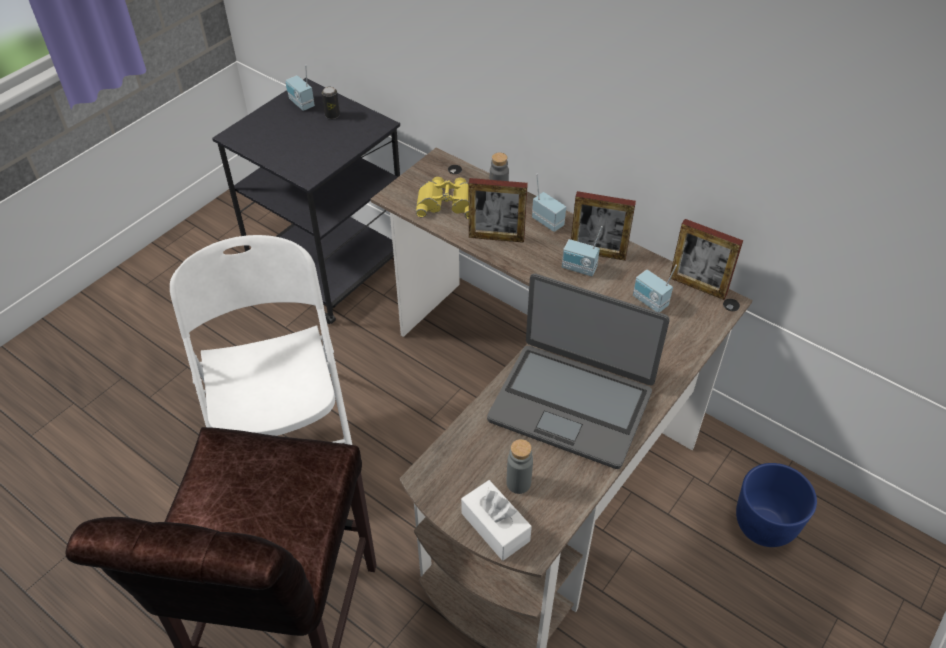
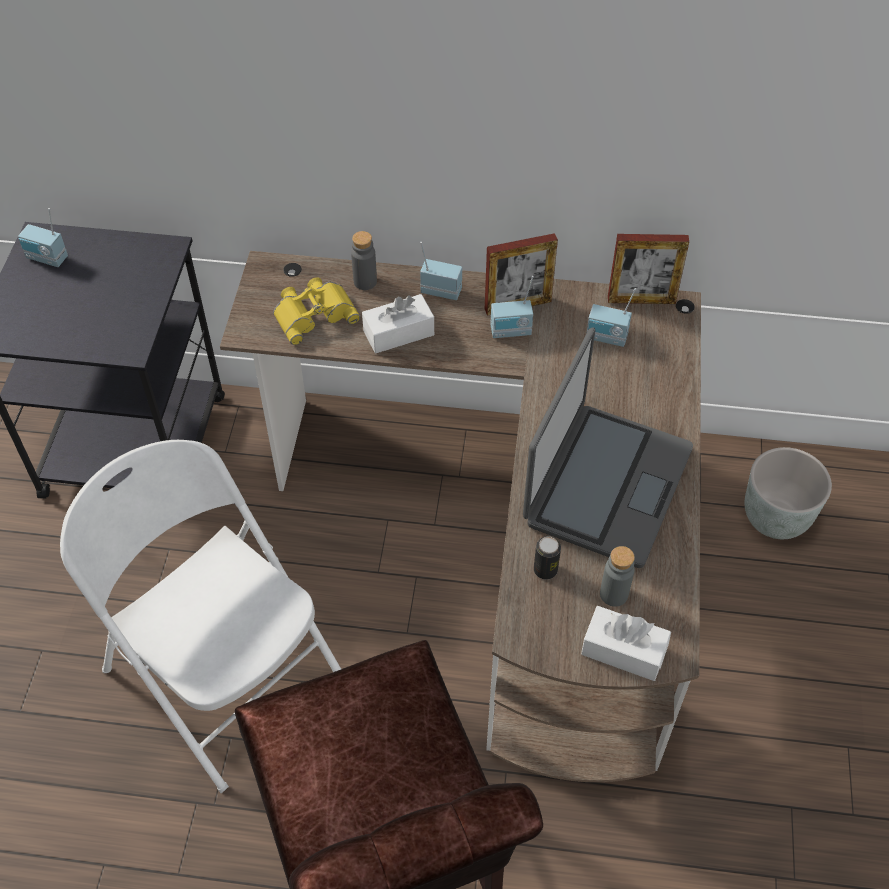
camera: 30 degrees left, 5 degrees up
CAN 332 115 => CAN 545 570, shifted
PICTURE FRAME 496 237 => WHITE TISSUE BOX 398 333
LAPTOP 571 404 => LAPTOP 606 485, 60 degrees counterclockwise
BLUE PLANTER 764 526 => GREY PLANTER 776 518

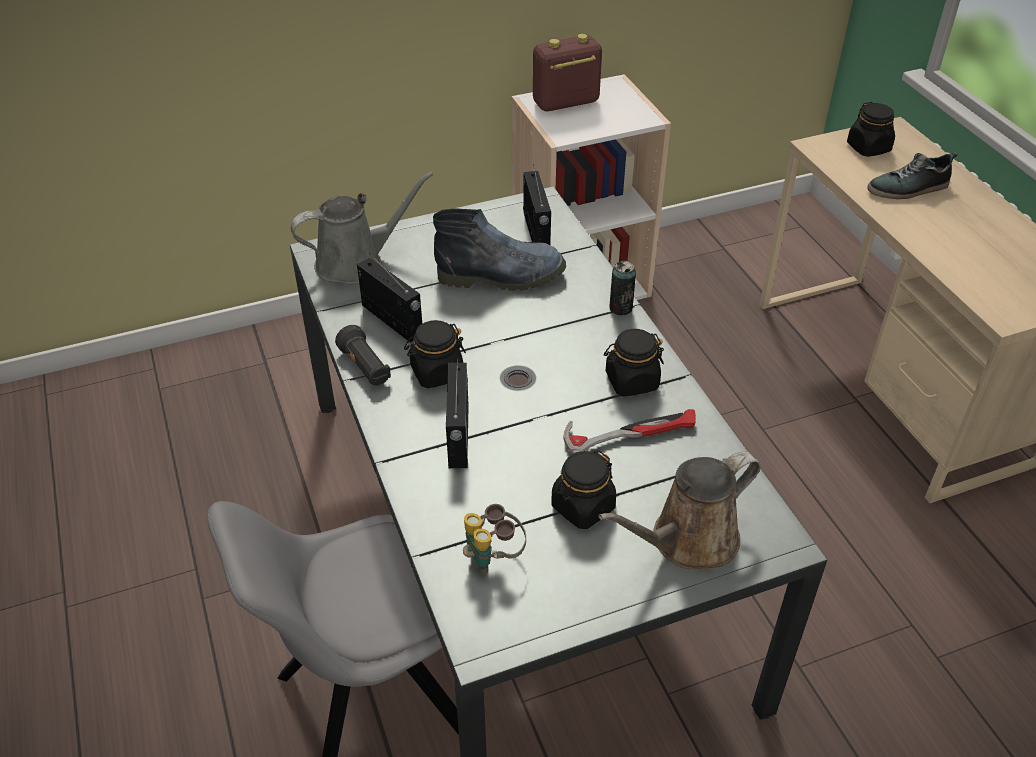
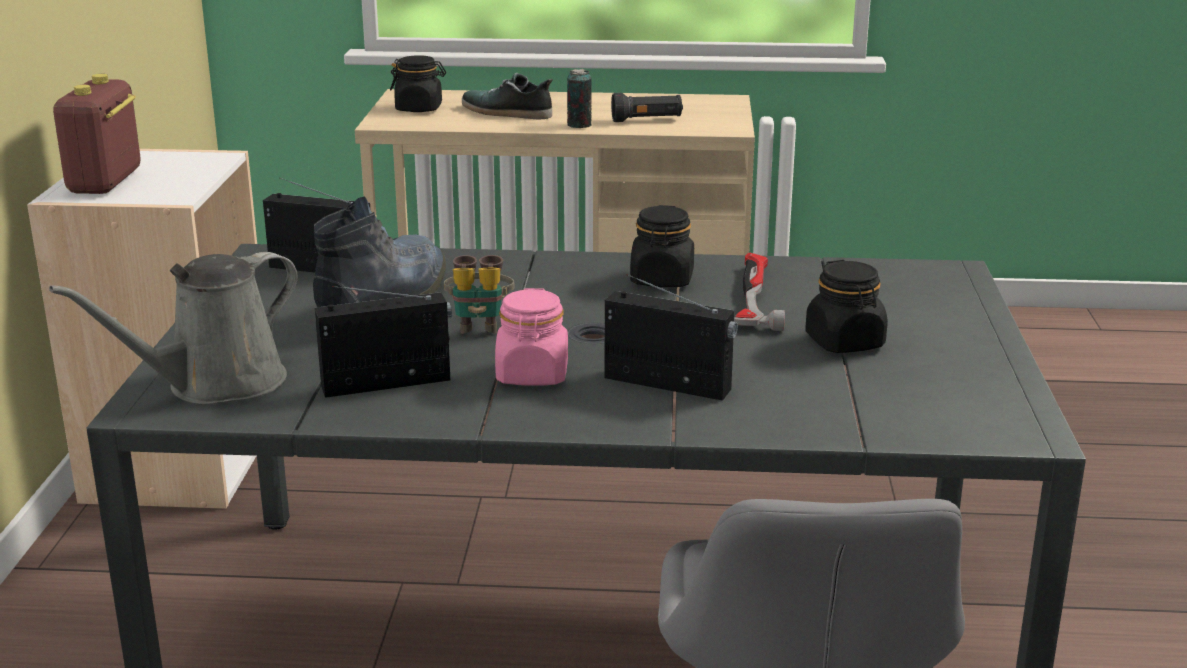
camera: 65 degrees left, 20 degrees down
SHOE 908 188 => SHOE 506 112, 105 degrees clockwise
GREY WATERING CAN 356 262 => GREY WATERING CAN 216 385, 135 degrees counterclockwise
CAN 620 308 => CAN 579 125, shifted
BLACK JAR 436 372 => PINK JAR 532 375
BLACK FLASHLIGHT 365 367 => BLACK FLASHLIGHT 647 120, shifted
BROWN WATERING CAN 687 541 => nothing
BINOCULARS 493 557 => BINOCULARS 479 325, shifted

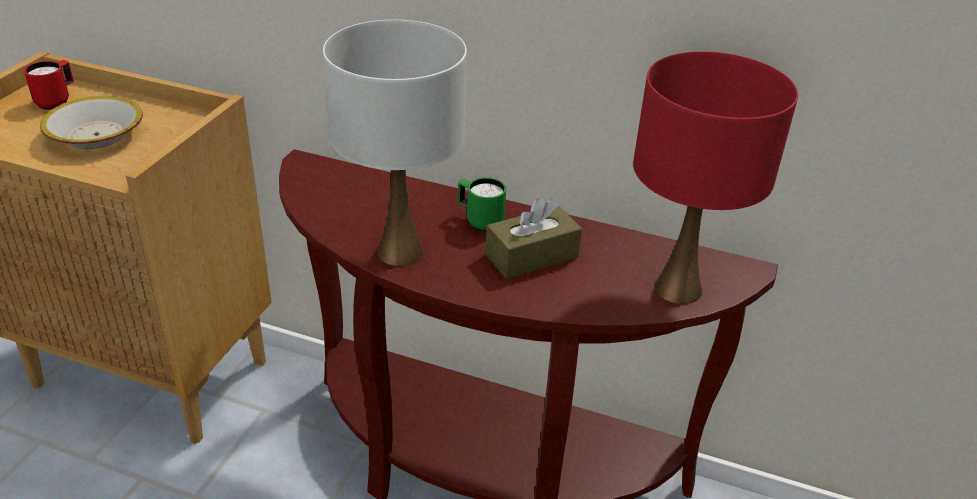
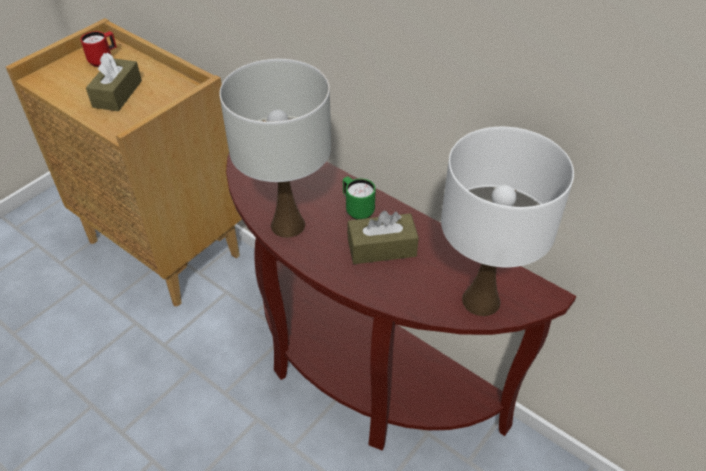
camera: 20 degrees right, 10 degrees up
RED TABLE LAMP 677 288 => WHITE TABLE LAMP 480 300
BOWL 96 136 => BROWN TISSUE BOX 117 94

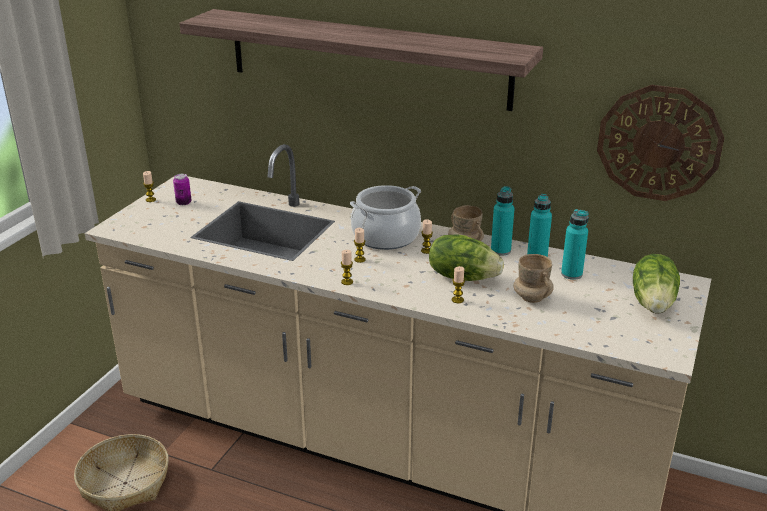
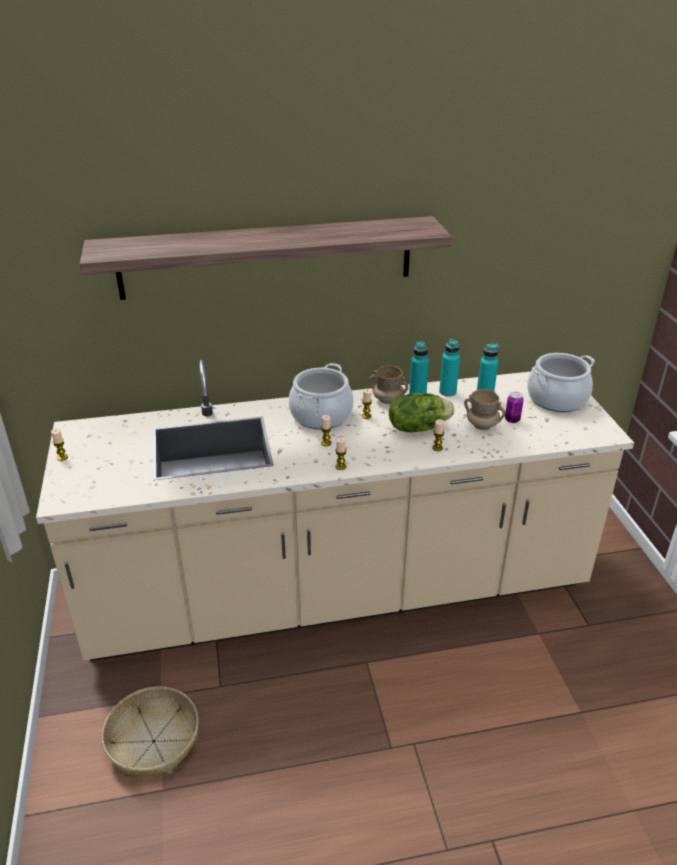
camera: 35 degrees left, 5 degrees up
WALL CLOCK 659 143 => nothing
CAN 183 202 => CAN 512 420, shifted
LETTUCE 653 303 => COOKING POT 556 399

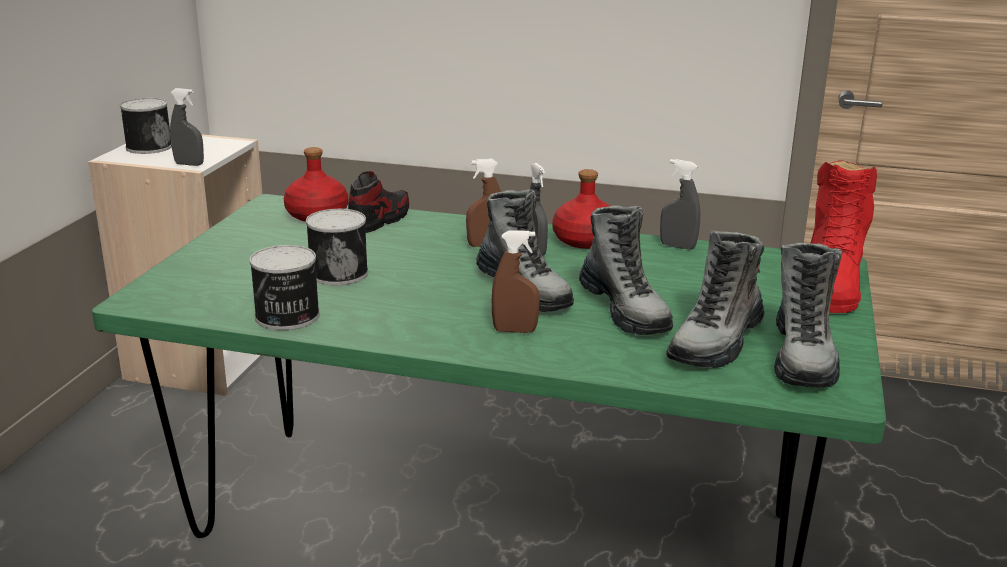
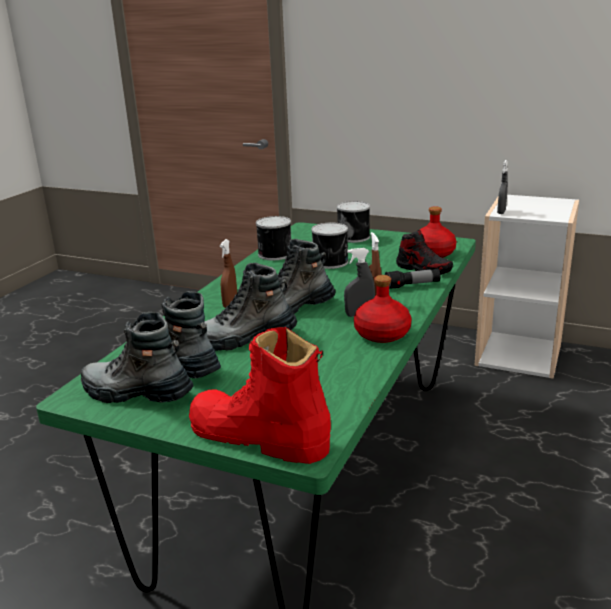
camera: 100 degrees right, 0 degrees up
CAN 148 147 => CAN 354 237, shifted
GREY SPRAY BOTTLE 677 246 => nothing
nothing => FLASHLIGHT 412 285

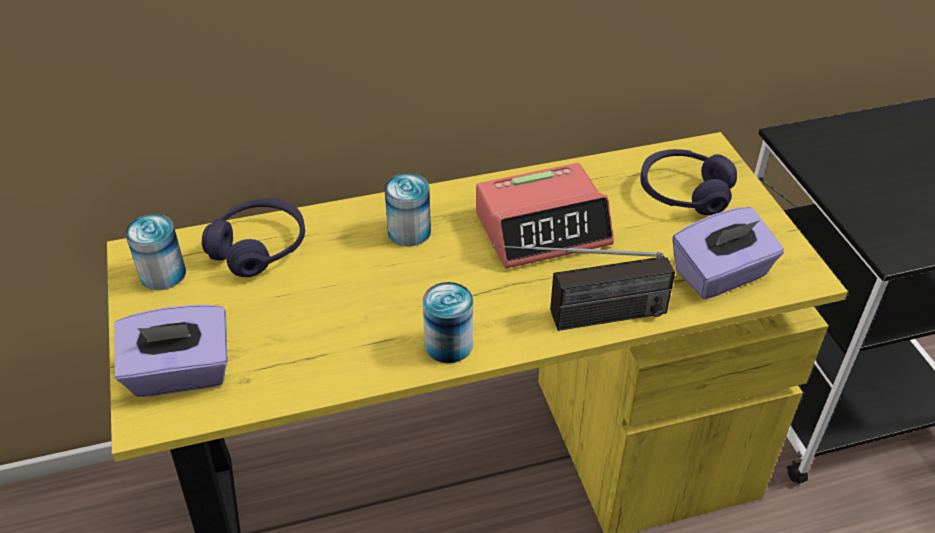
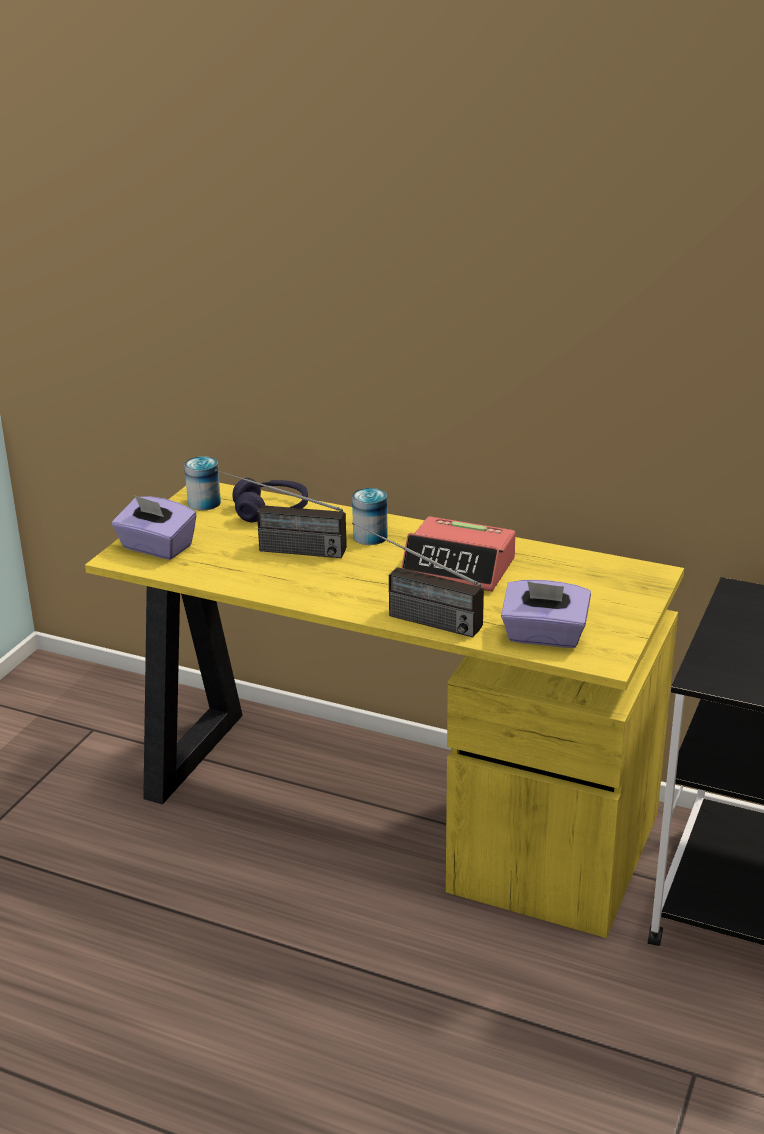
camera: 40 degrees right, 15 degrees down
PURPLE HEADPHONES 684 193 => nothing
CAN 448 344 => nothing
nothing => RADIO 279 549

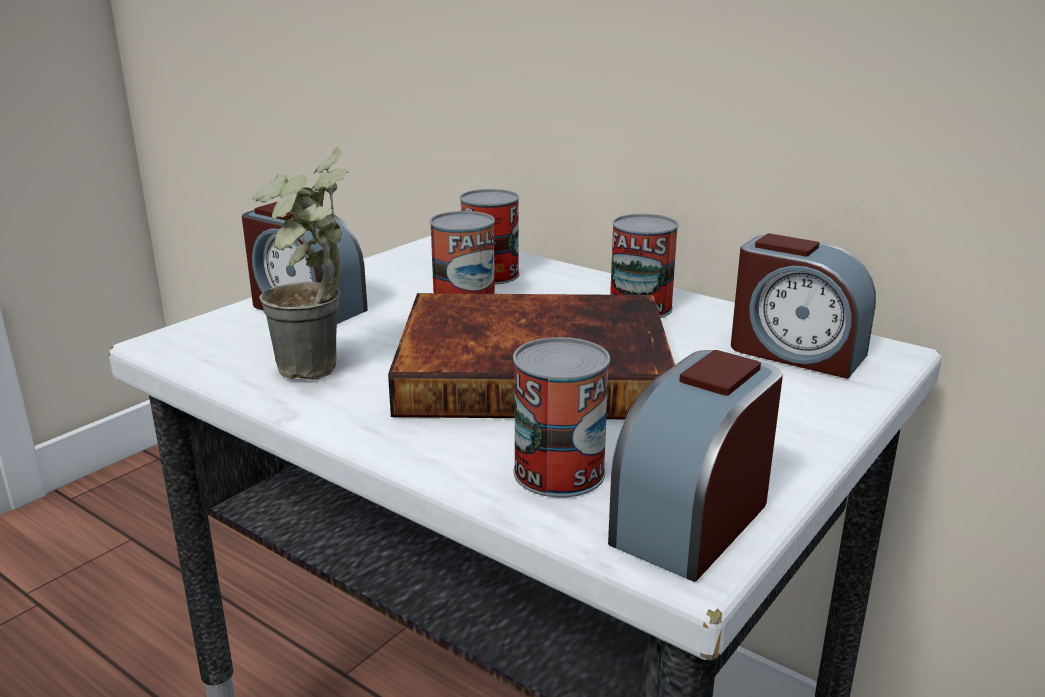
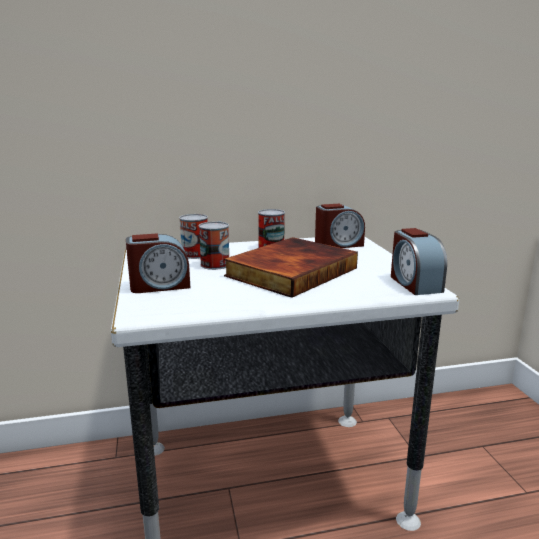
camera: 50 degrees left, 5 degrees down
POTTED PLANT 317 376 => nothing
CAN 559 472 => nothing

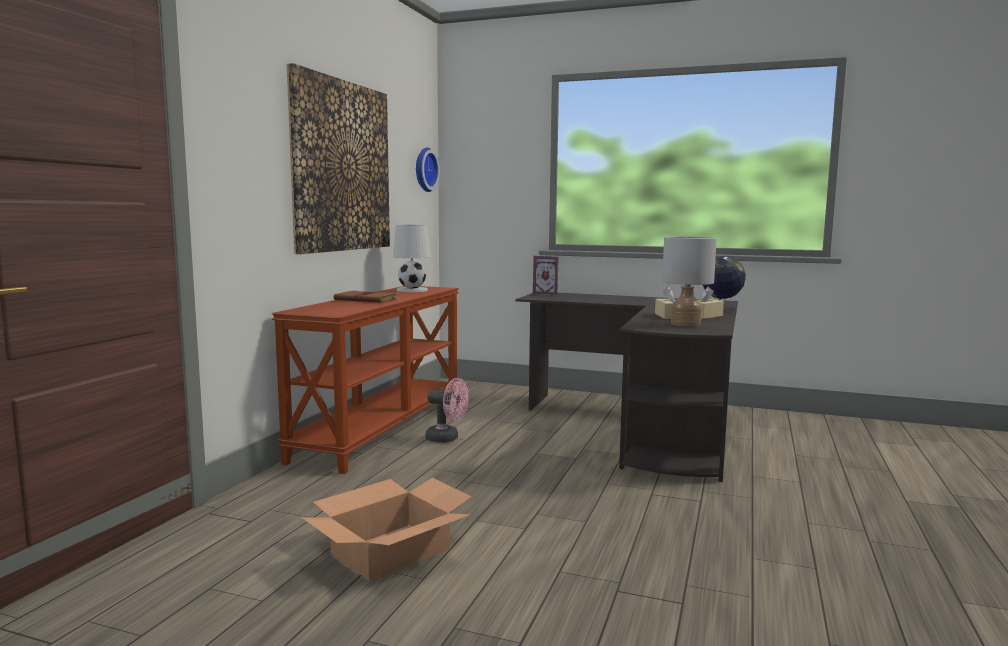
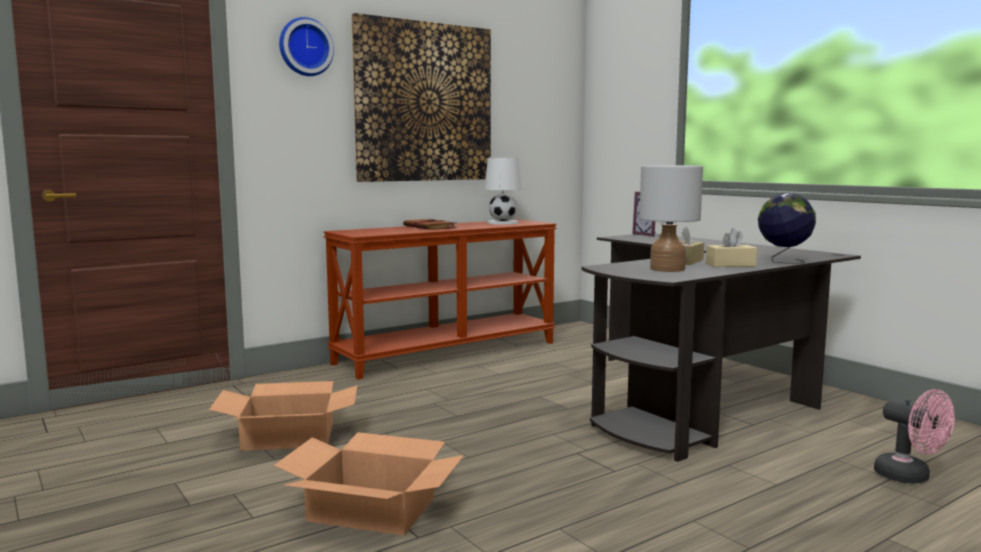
camera: 35 degrees right, 0 degrees up
WALL CLOCK 424 169 => WALL CLOCK 305 47, shifted
PINK FAN 447 438 => PINK FAN 910 477, shifted
nothing => CARDBOARD BOX 371 509

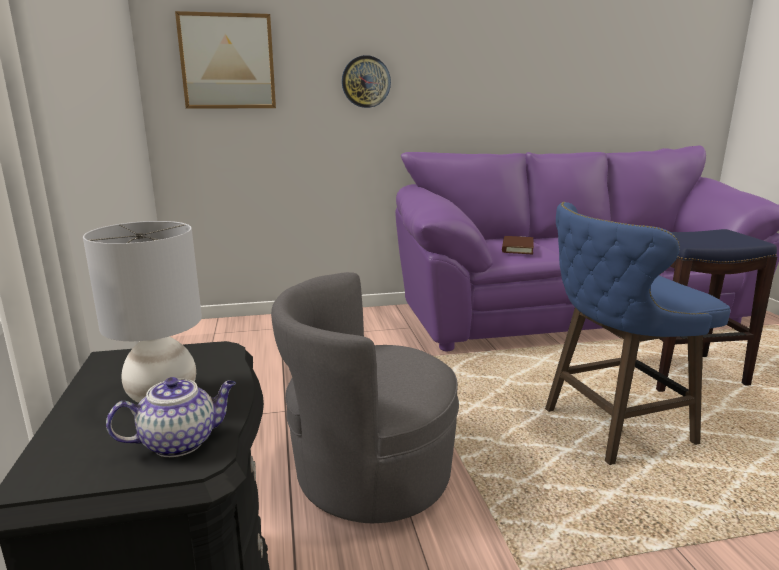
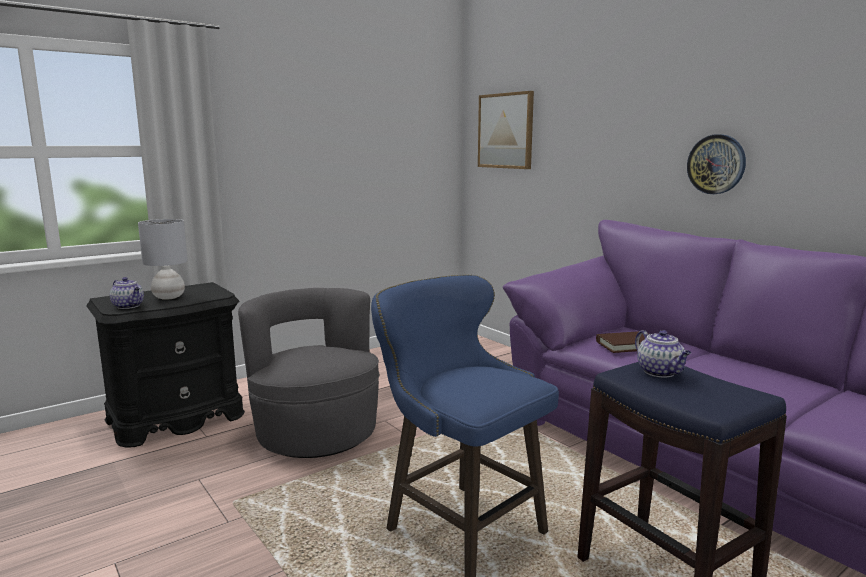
camera: 65 degrees right, 5 degrees down
WALL CLOCK 366 82 => WALL CLOCK 716 164, shifted
nothing => TEAPOT 660 372

